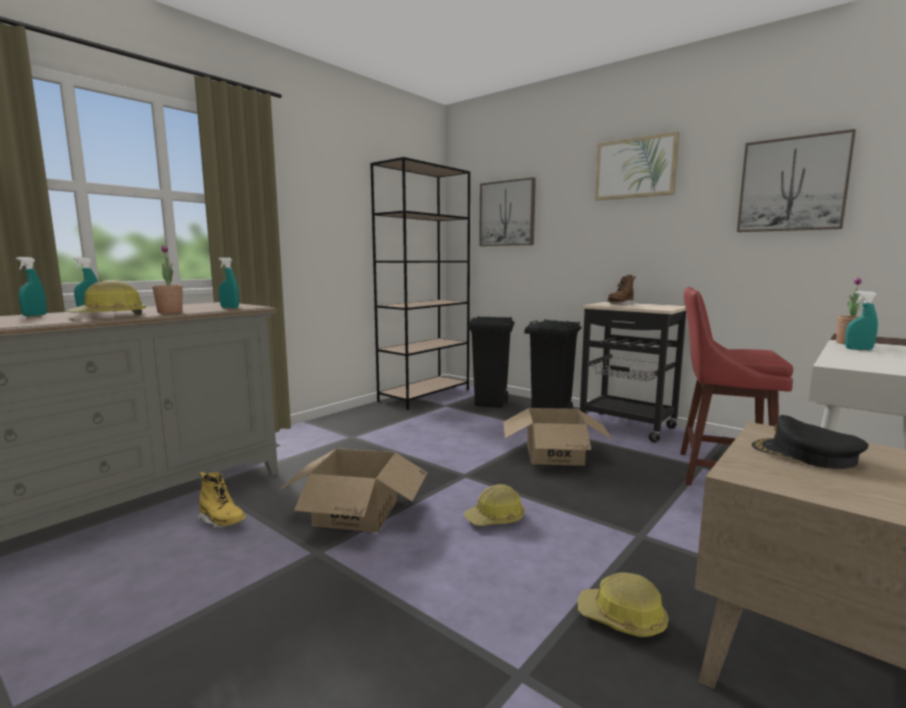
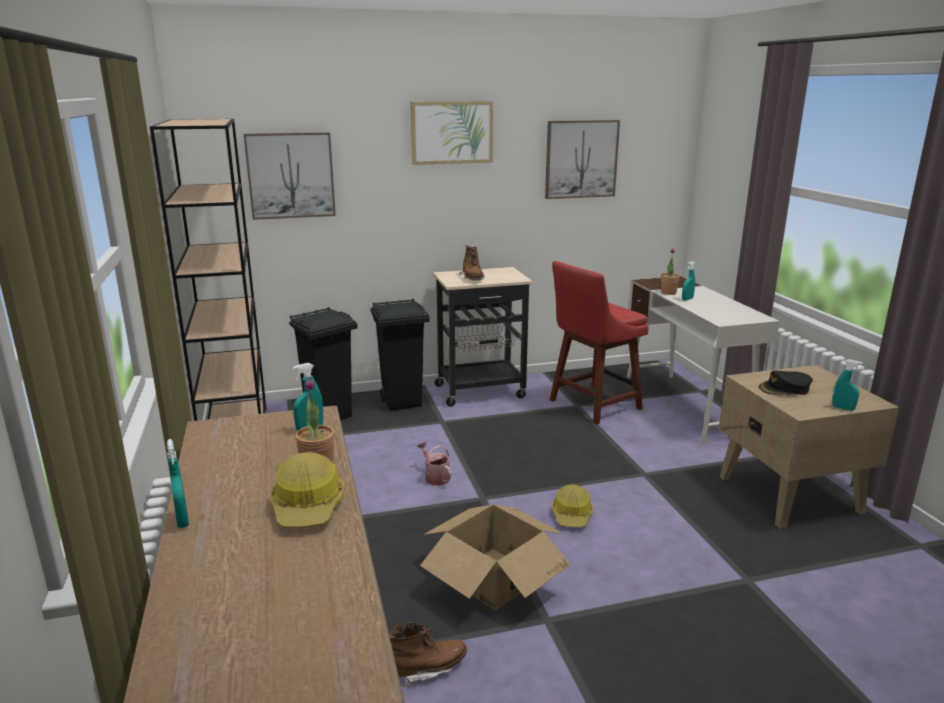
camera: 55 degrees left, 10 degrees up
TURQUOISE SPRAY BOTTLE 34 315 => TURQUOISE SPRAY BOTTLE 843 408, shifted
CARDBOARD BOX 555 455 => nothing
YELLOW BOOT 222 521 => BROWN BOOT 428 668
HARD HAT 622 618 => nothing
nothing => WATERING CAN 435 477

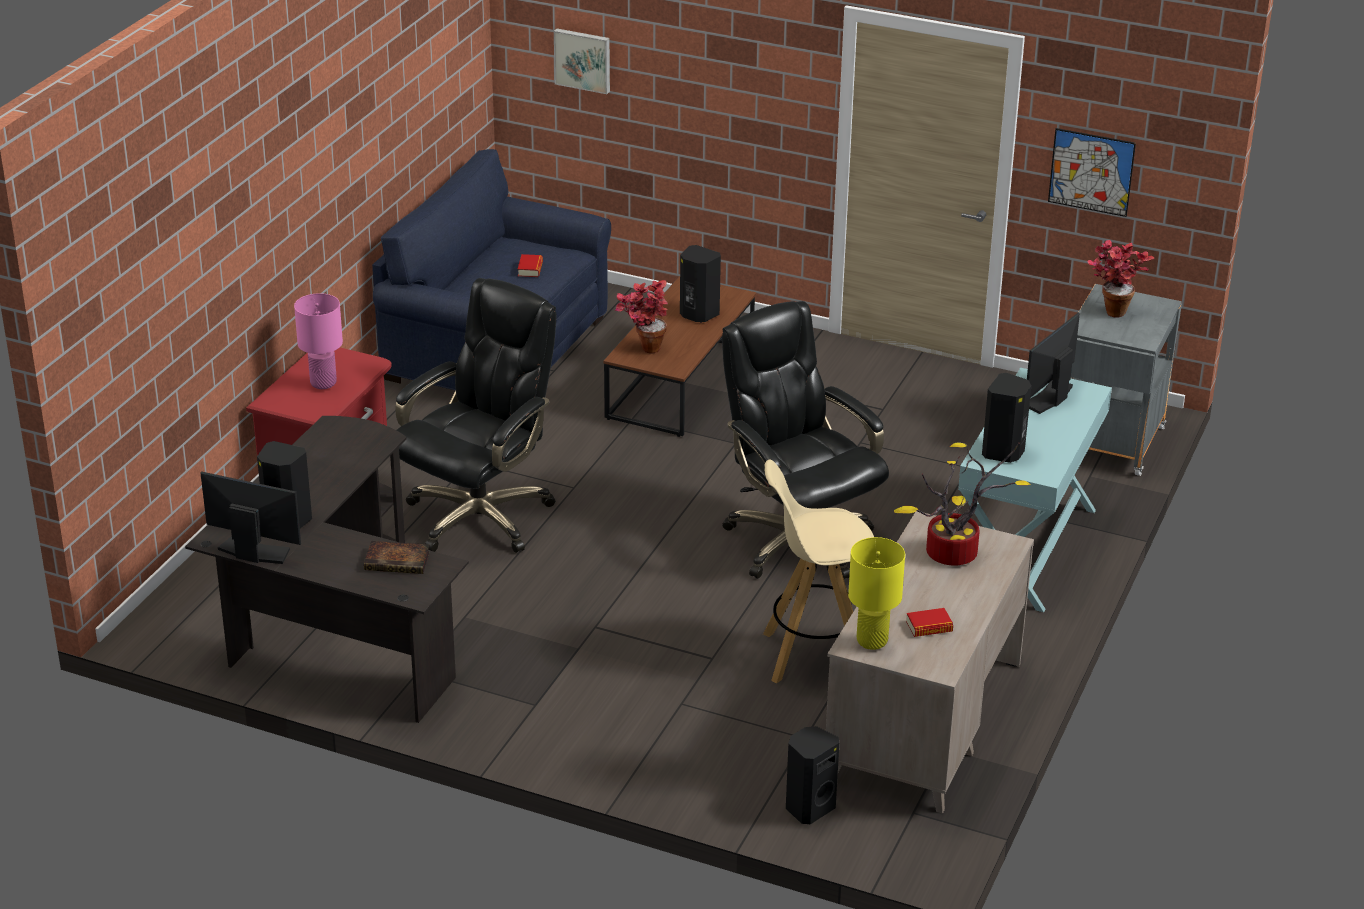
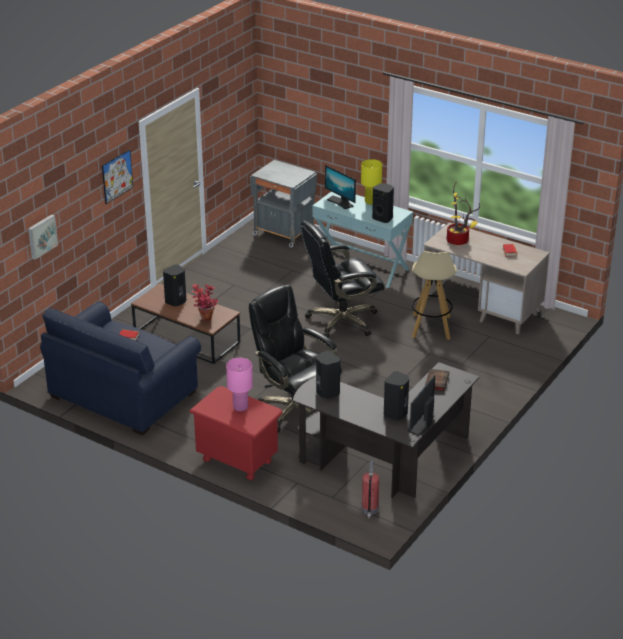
camera: 80 degrees left, 0 degrees up
PICTURE 1091 172 => PICTURE 117 176, shifted
POTTED PLANT 1112 309 => nothing
YELLOW TABLE LAMP 872 643 => YELLOW TABLE LAMP 370 202, shifted
BLACK SPEAKER 808 808 => BLACK SPEAKER 326 392, shifted
nothing => FIRE EXTINGUISHER 369 509

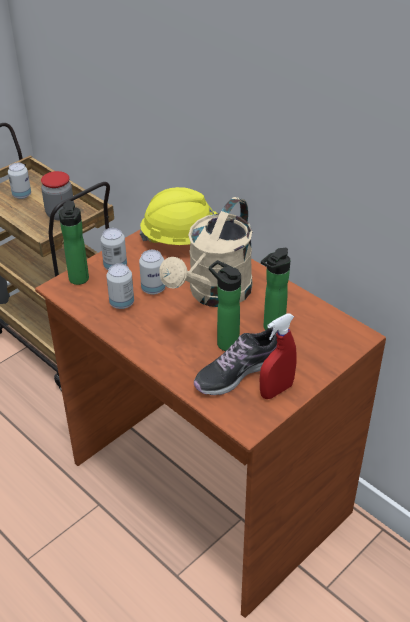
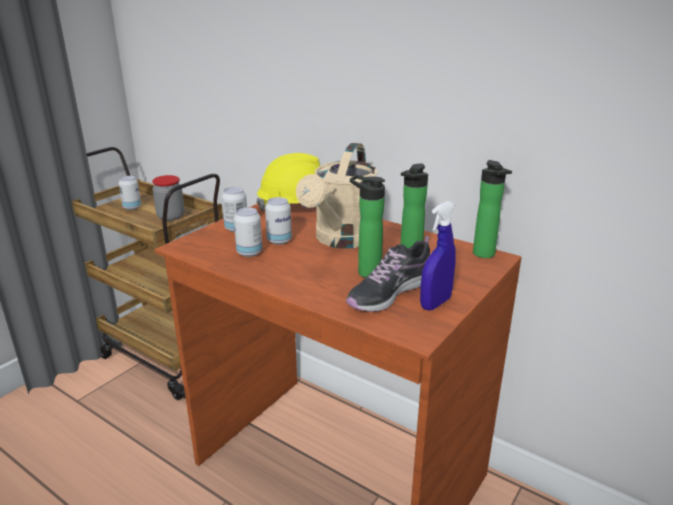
camera: 10 degrees left, 15 degrees down
BOTTLE 78 281 => BOTTLE 485 255, shifted
RED SPRAY BOTTLE 276 390 => BLUE SPRAY BOTTLE 435 303

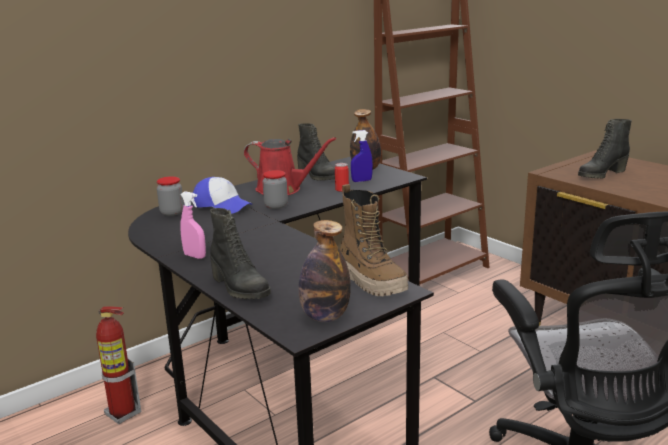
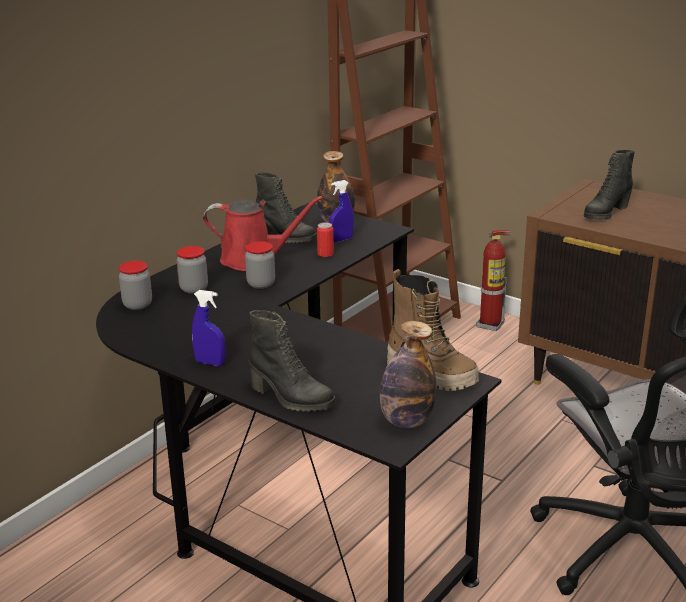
camera: 15 degrees left, 5 degrees up
CAP 222 205 => JAR 194 289
PINK SPRAY BOTTLE 195 256 => BLUE SPRAY BOTTLE 210 363
FIRE EXTINGUISHER 123 414 => FIRE EXTINGUISHER 490 325, shifted

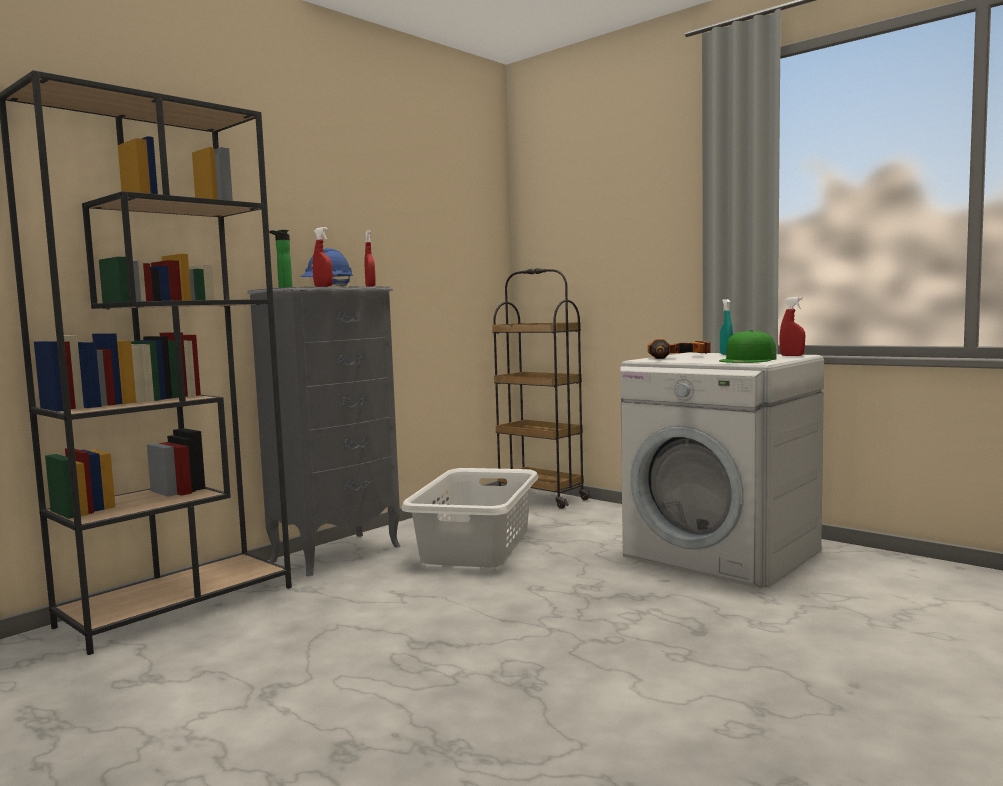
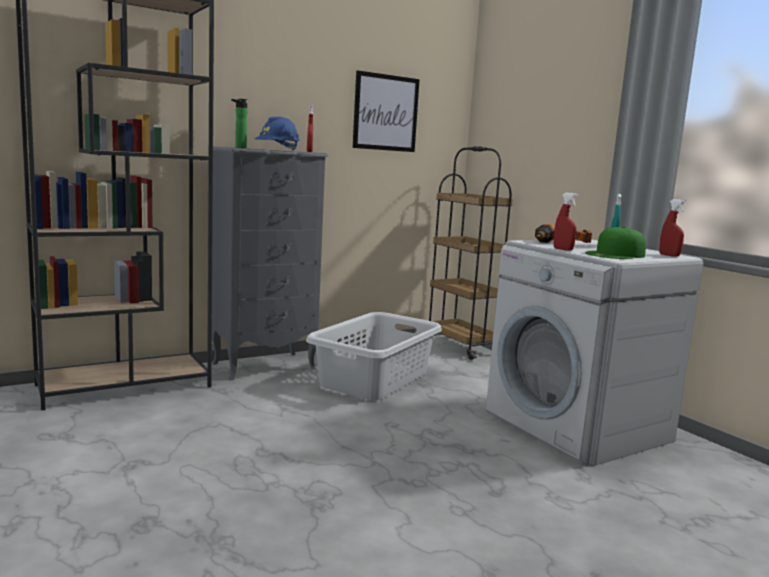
camera: 15 degrees right, 5 degrees up
RED SPRAY BOTTLE 323 286 => RED SPRAY BOTTLE 563 249, shifted
nothing => PICTURE 385 113

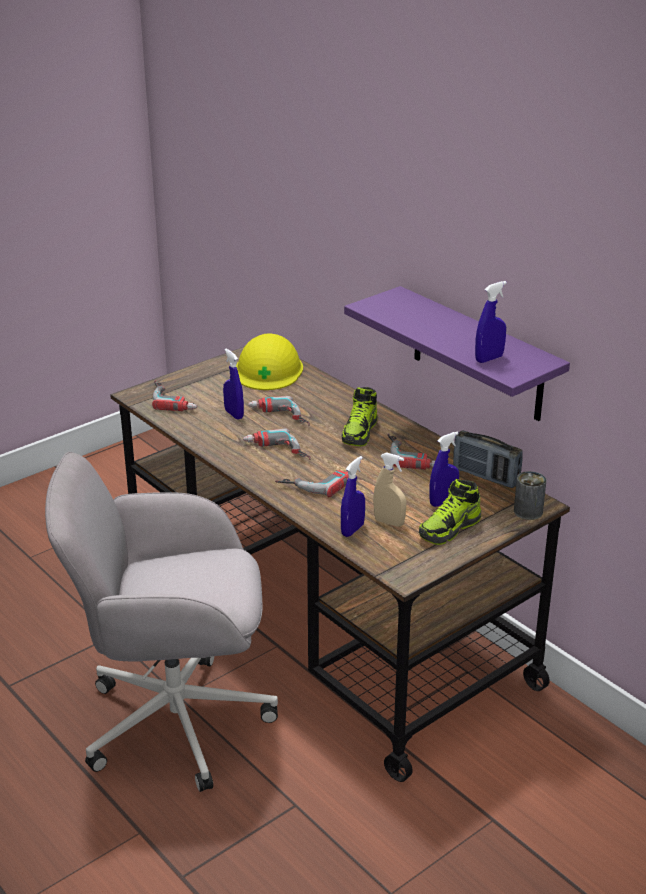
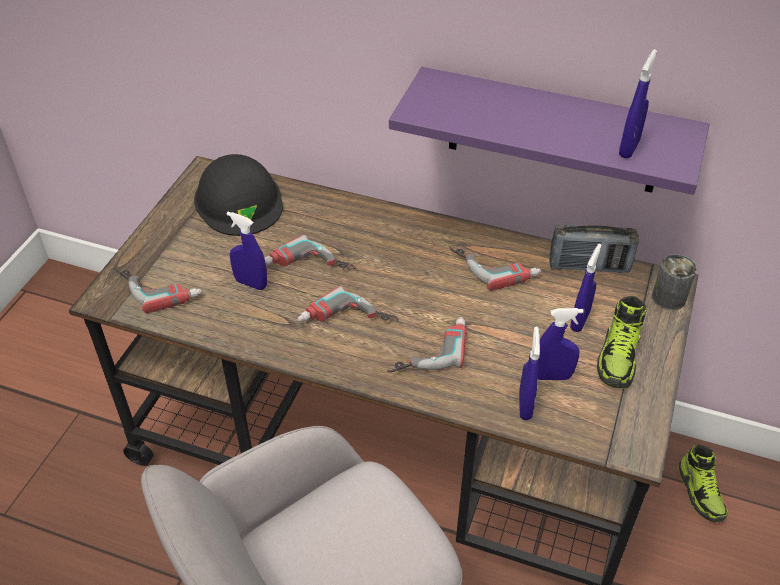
camera: 30 degrees left, 15 degrees up
YELLOW HARD HAT 268 370 => BLACK HARD HAT 239 200
SHOE 360 432 => SHOE 701 492, shifted
BEIGE SPRAY BOTTLE 389 522 => BLUE SPRAY BOTTLE 552 376

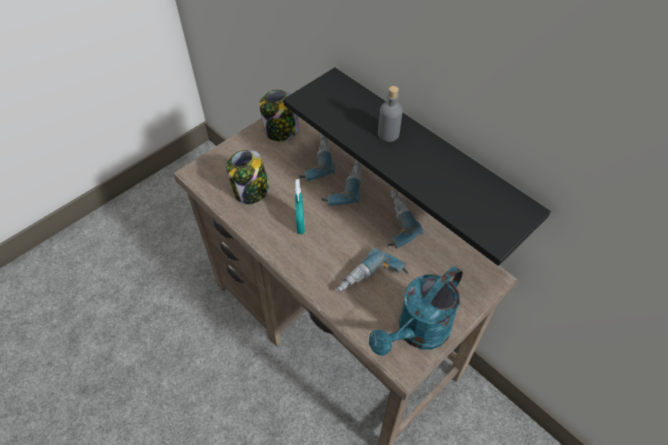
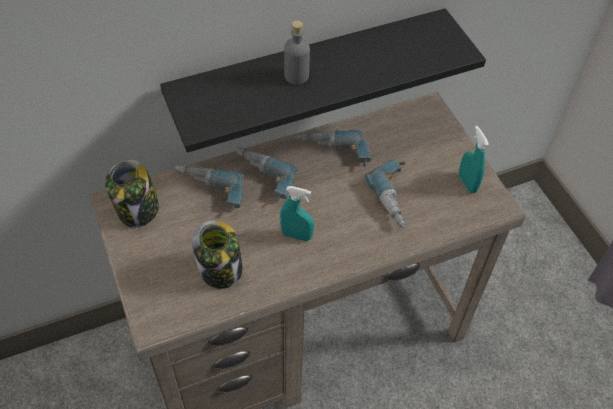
camera: 70 degrees left, 0 degrees up
TURQUOISE WATERING CAN 417 332 => TURQUOISE SPRAY BOTTLE 467 183

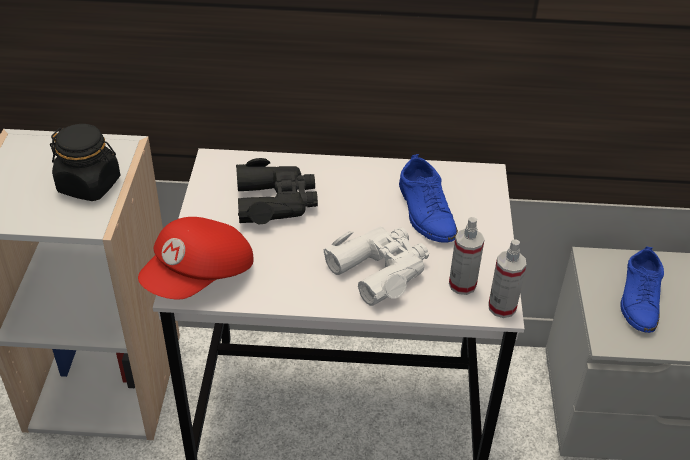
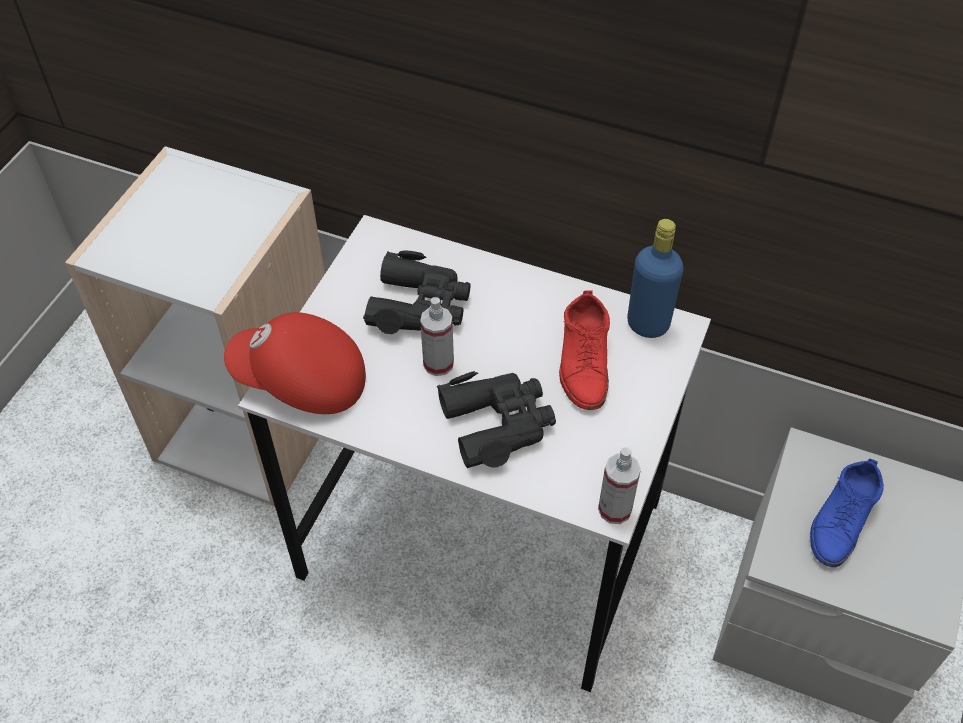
camera: 20 degrees right, 10 degrees up
BLACK JAR 89 185 => nothing
BLUE SHOE 426 212 => RED SHOE 584 361
RED CAP 200 277 => RED CAP 300 381, 45 degrees clockwise
SPRAY BOTTLE 462 284 => SPRAY BOTTLE 438 363, shifted
WHITE BINOCULARS 380 269 => BLACK BINOCULARS 498 423
nothing => BLUE BOTTLE 648 324

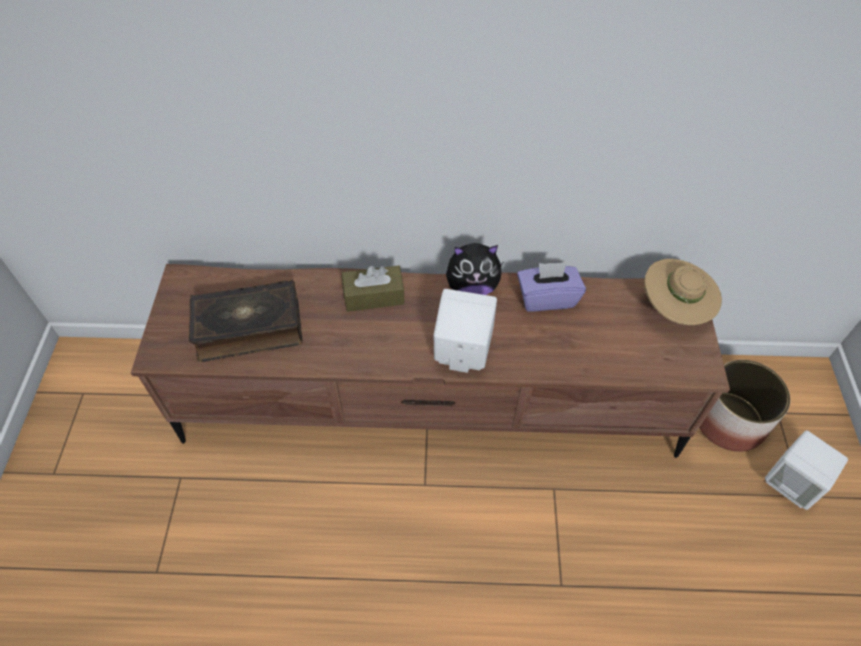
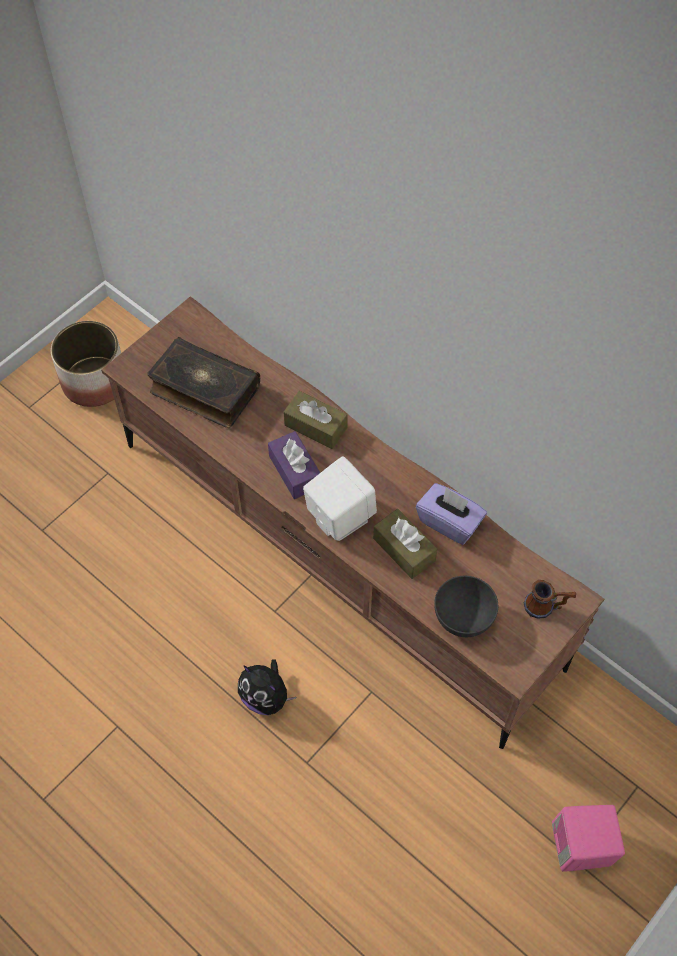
camera: 40 degrees right, 5 degrees up
PLUSH TOY 472 287 => PLUSH TOY 266 697, shifted
BEIGE HAT 674 309 => MUG 546 607
PLANTER 729 421 => PLANTER 95 382, shifted
WHITE SPEAKER 792 483 => PINK SPEAKER 581 847
nothing => PURPLE TISSUE BOX 295 471
nothing => BROWN TISSUE BOX 404 549
nothing => GREY BOWL 462 618

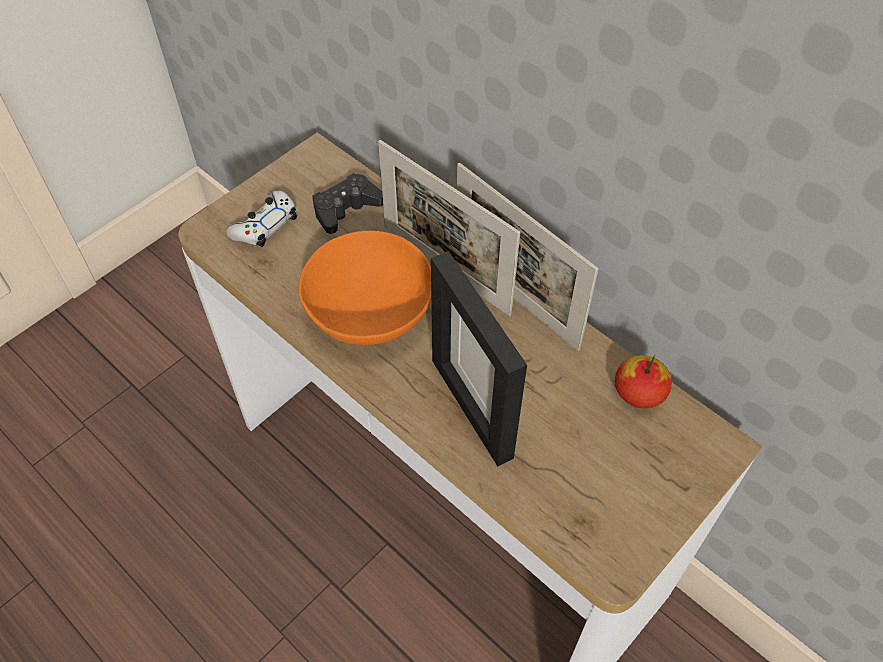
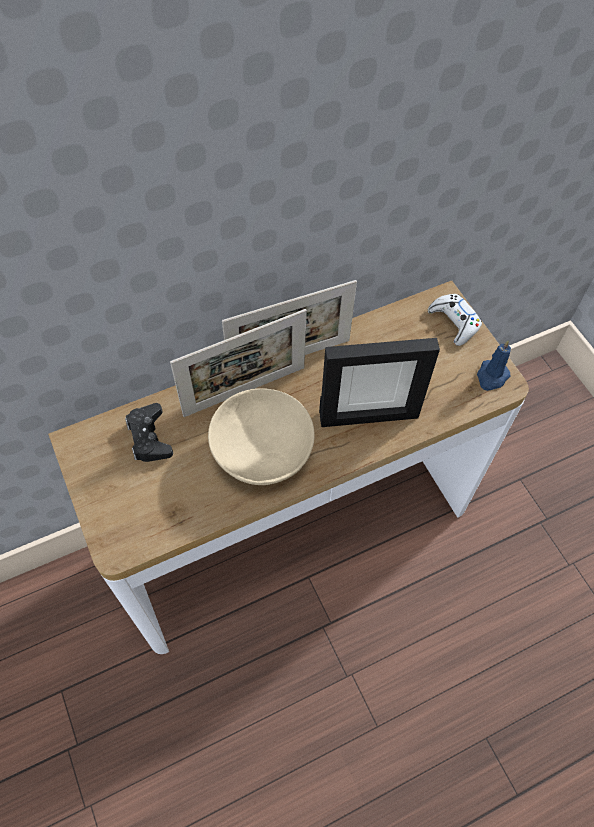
camera: 70 degrees left, 5 degrees up
WHITE GAME CONTROLLER 265 225 => WHITE GAME CONTROLLER 454 322, shifted
ORANGE BOWL 370 314 => BEIGE BOWL 263 453
APPLE 639 392 => nothing
nothing => BLUE CANDLE 491 376

